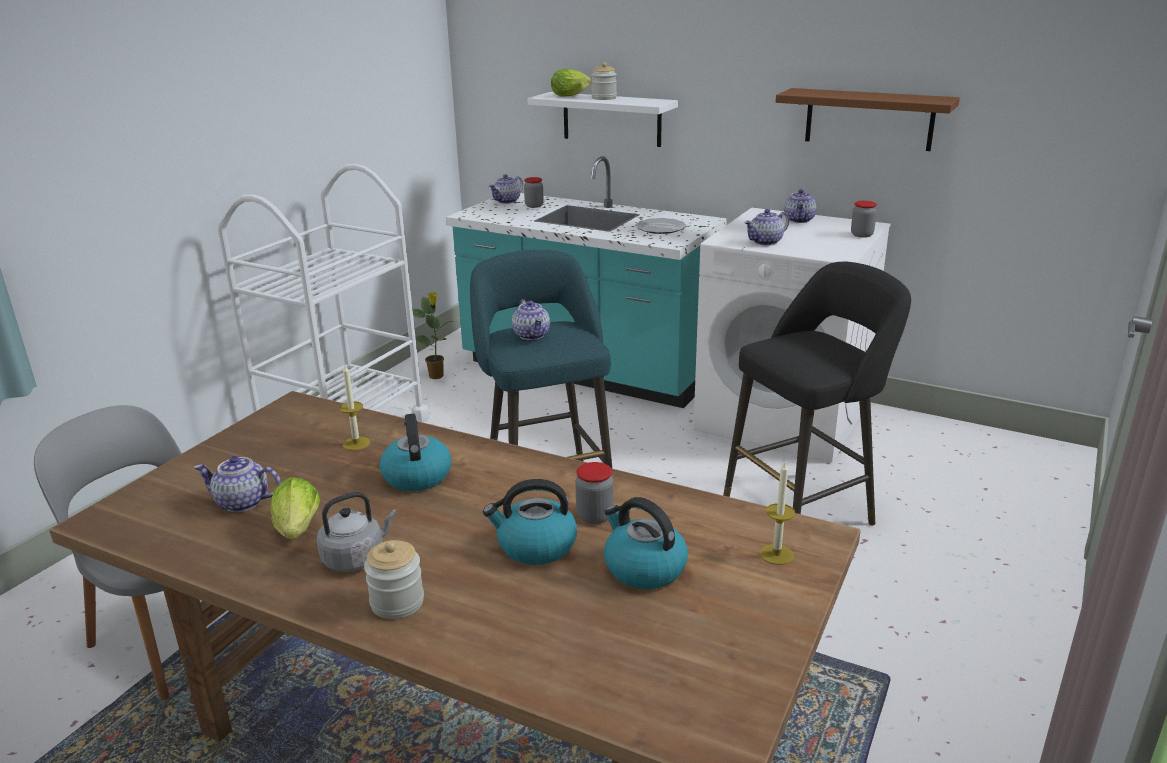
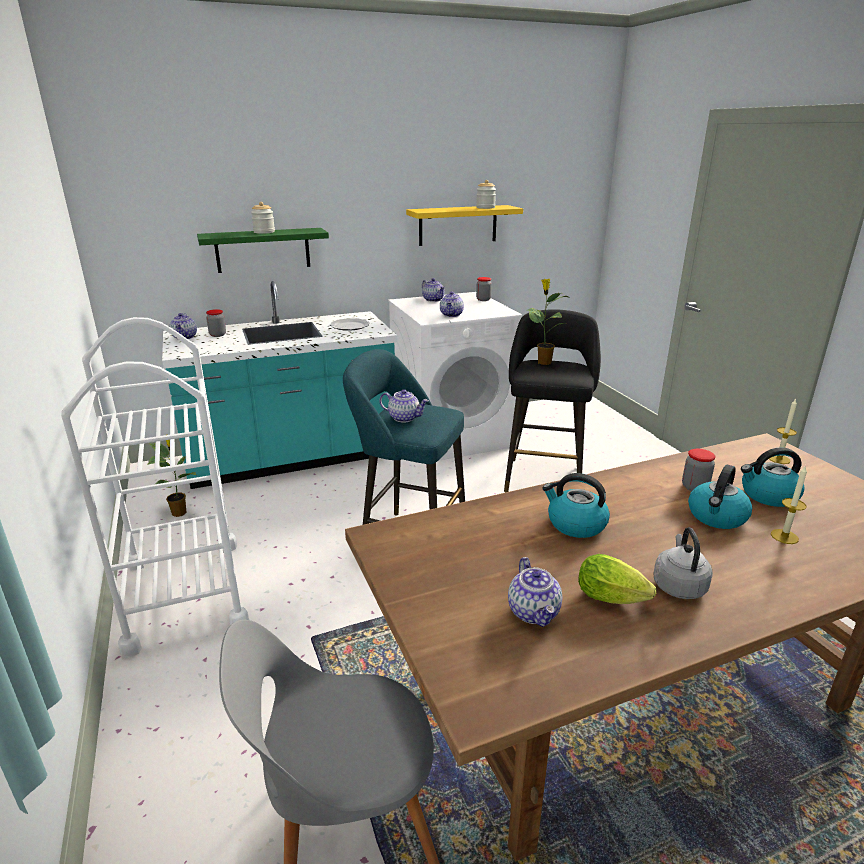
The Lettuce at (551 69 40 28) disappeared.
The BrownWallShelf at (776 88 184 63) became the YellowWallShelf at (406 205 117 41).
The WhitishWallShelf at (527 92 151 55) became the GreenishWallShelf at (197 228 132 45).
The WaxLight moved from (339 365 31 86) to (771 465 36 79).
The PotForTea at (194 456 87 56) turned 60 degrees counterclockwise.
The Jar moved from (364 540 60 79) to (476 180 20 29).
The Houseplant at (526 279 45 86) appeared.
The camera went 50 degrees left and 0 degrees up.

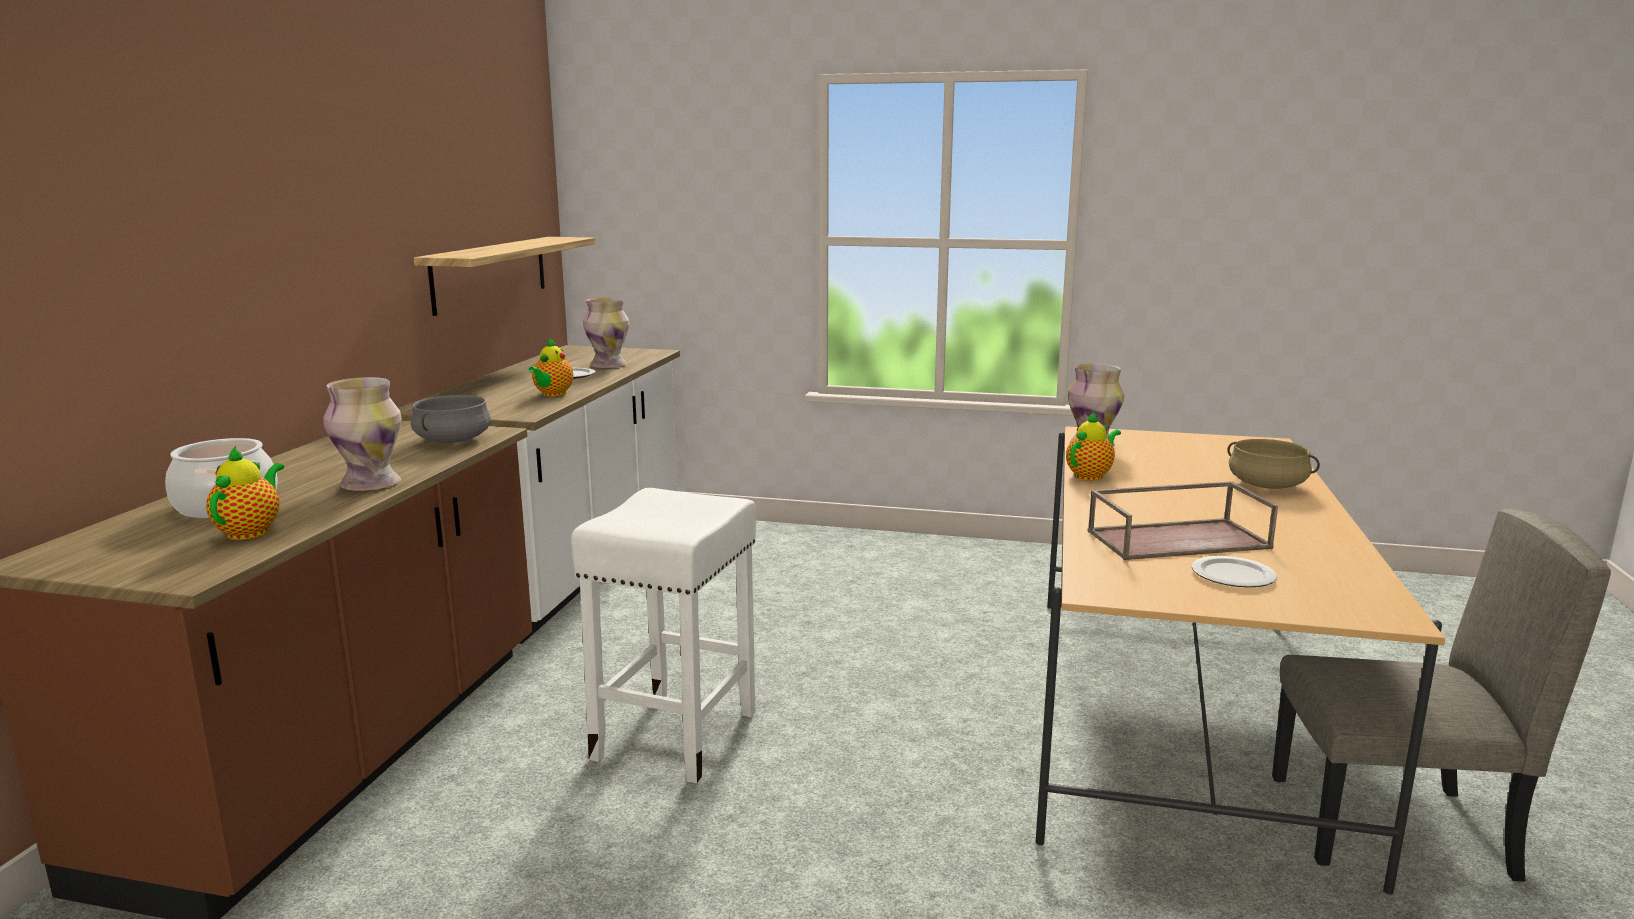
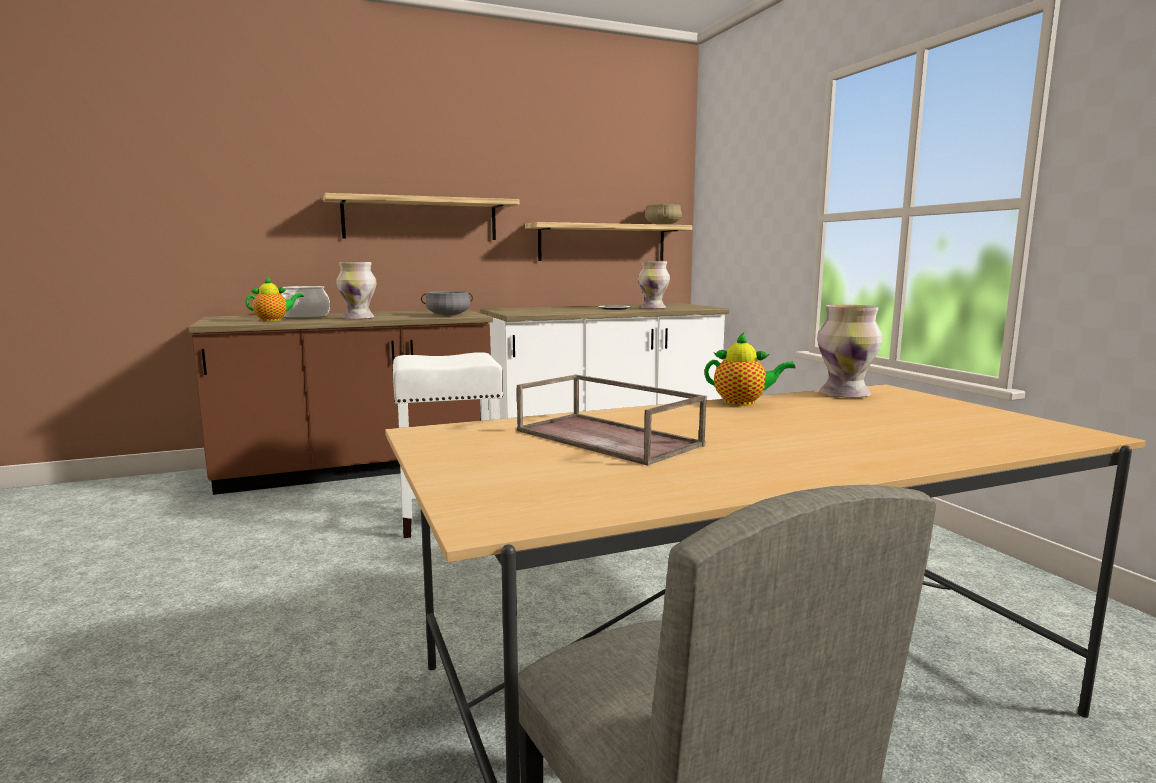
The PotForTea at (528 338 45 59) disappeared.
The BeigeStockpot moved from (1227 439 93 50) to (645 204 37 21).
The DinnerPlate at (1192 556 85 31) disappeared.
The WallShelf at (323 193 196 47) appeared.
The camera went 55 degrees right and 5 degrees down.

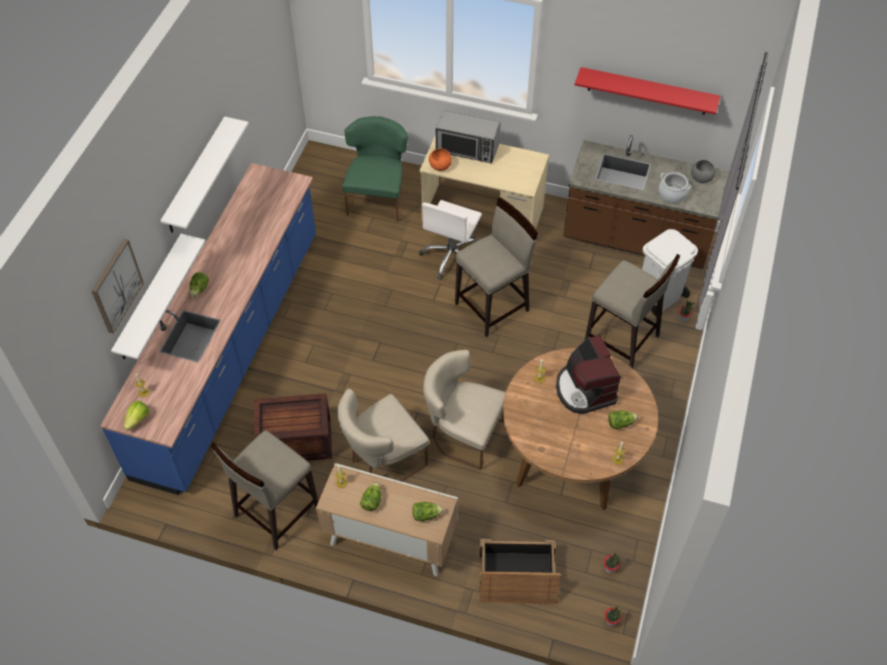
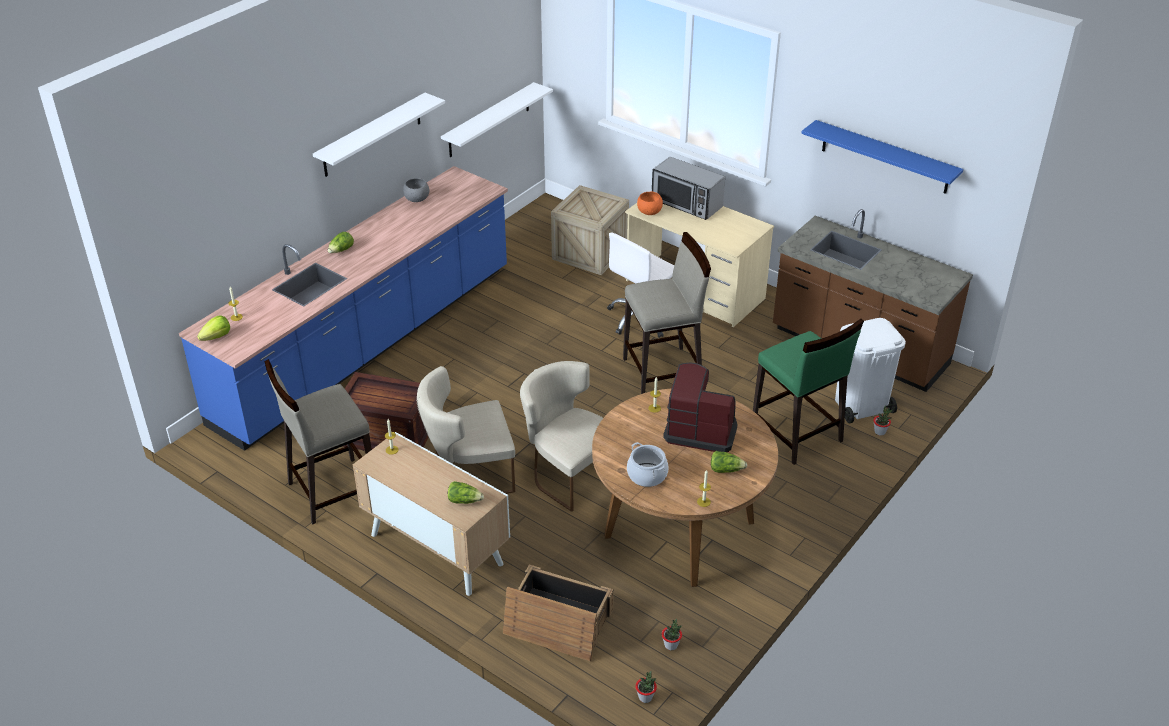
The RedWallShelf at (575 67 145 48) became the BluishWallShelf at (801 120 162 74).
The GreenishUprightChair at (342 116 66 106) was replaced by the PackingCrate at (551 185 78 90).
The GreyishServingBowl moved from (691 160 24 23) to (403 178 26 24).
The Stockpot moved from (659 172 32 31) to (627 442 41 45).
The WhitishWallShelf moved from (111 234 95 125) to (441 82 112 75).
The WallPicture at (91 239 53 95) disappeared.
The BeigeStool at (585 254 95 114) became the GreenishStool at (753 319 111 146).
The CoffeeMachine at (556 335 65 79) turned 105 degrees clockwise.
The Lettuce at (360 482 22 29) disappeared.
The camera went 20 degrees right and 15 degrees down.

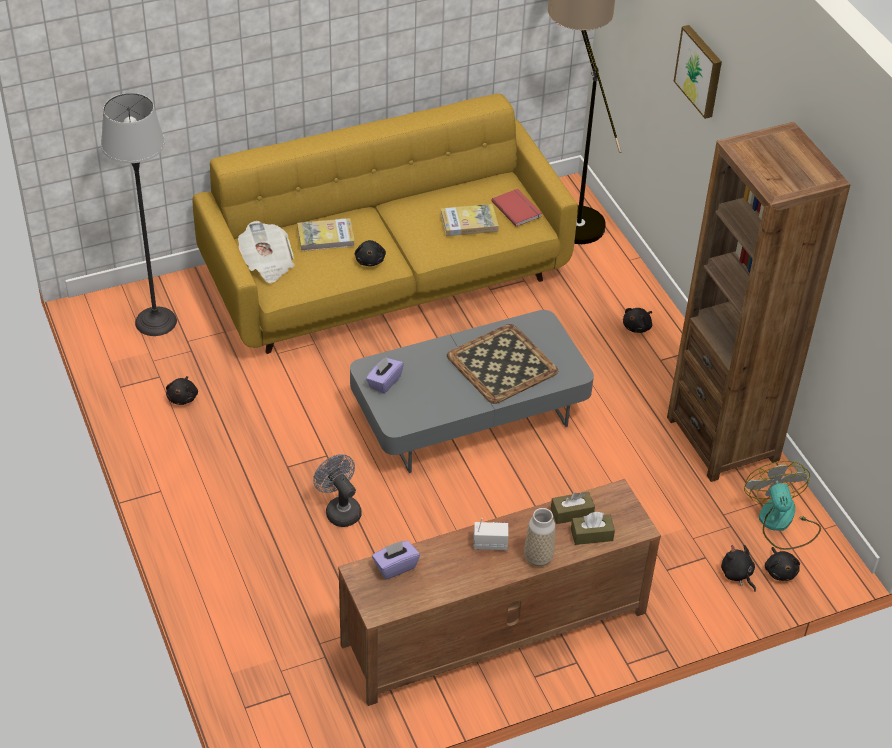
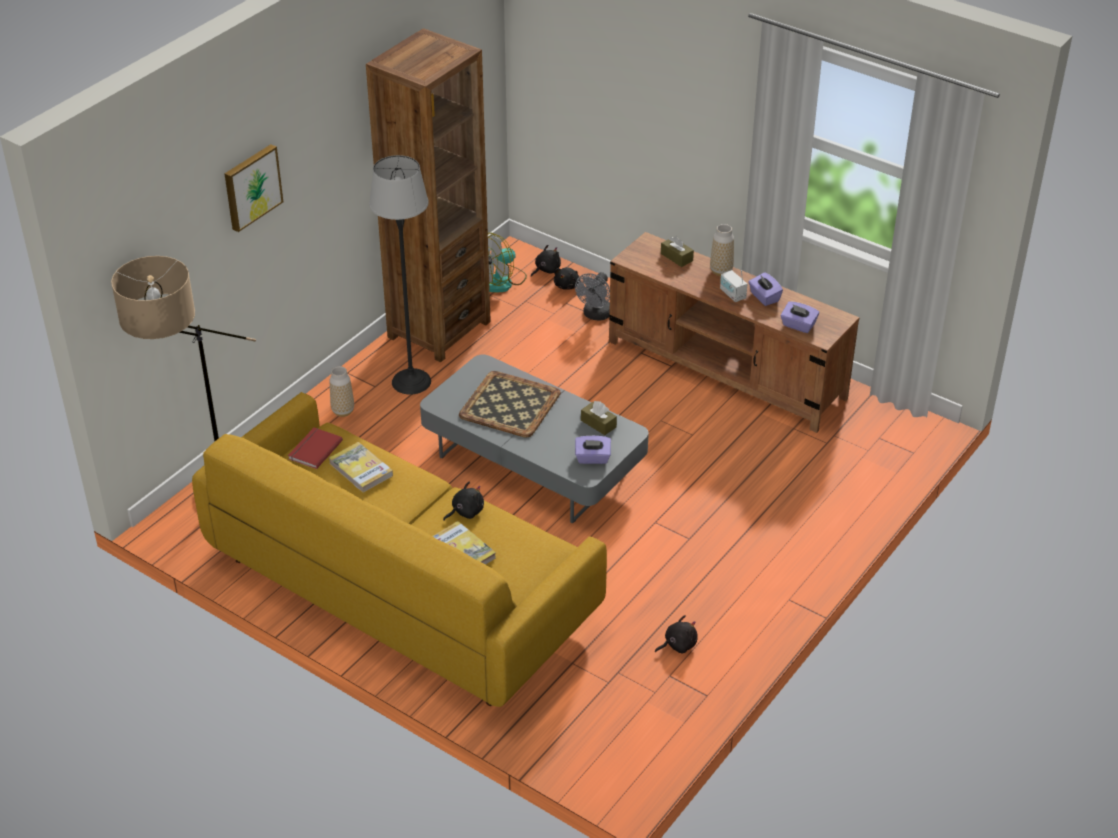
The StandingLamp moved from (101 93 76 243) to (369 155 62 240).
The Newspaper at (238 221 57 62) disappeared.
The BlackSoftToy at (623 308 29 25) was replaced by the Vase at (330 366 24 51).
The GreyishCoolingFan moved from (313 454 49 73) to (575 272 35 49).
The BrownTissueHolder moved from (551 491 44 33) to (581 401 36 34).
The PurpleColouredTissueHolder at (749 272 34 34) appeared.
The camera went 120 degrees left and 5 degrees down.

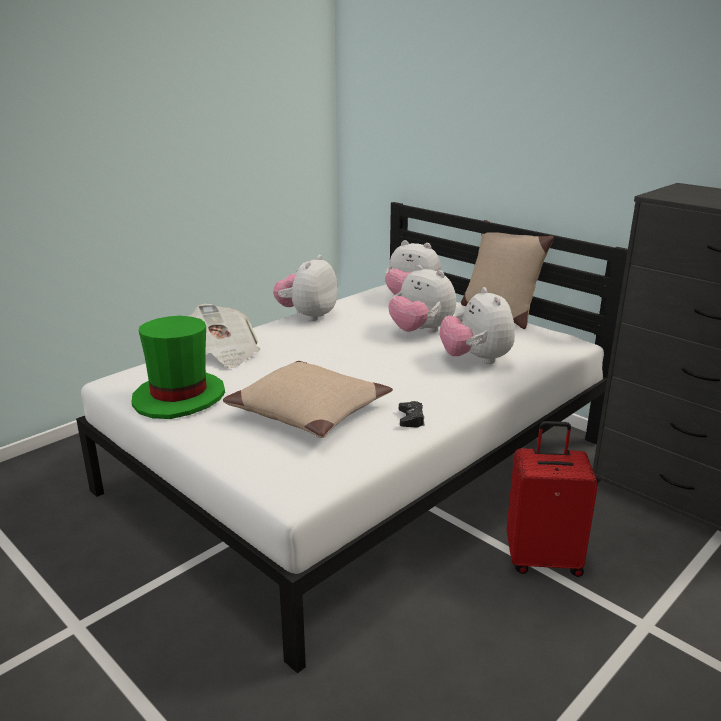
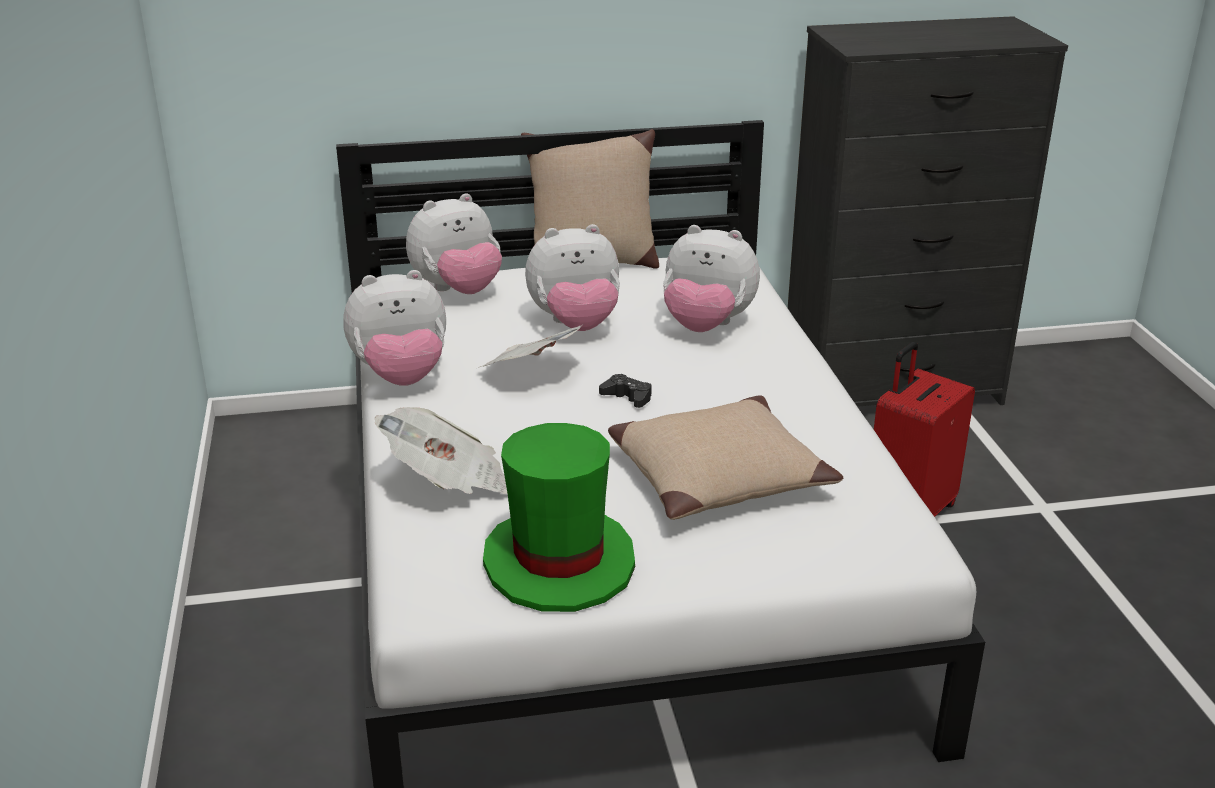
The SoftToy at (273 255 65 66) turned 75 degrees counterclockwise.
The BlackGameController moved from (399 401 26 26) to (599 374 53 34).
The Newspaper at (478 325 104 43) appeared.
The camera went 55 degrees left and 5 degrees up.

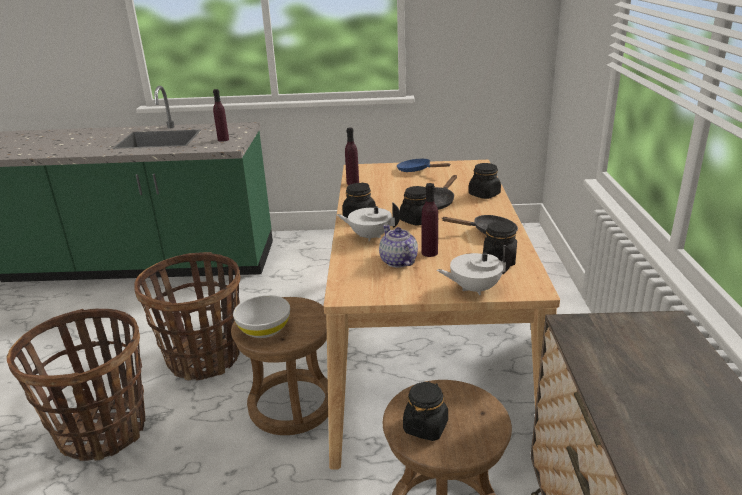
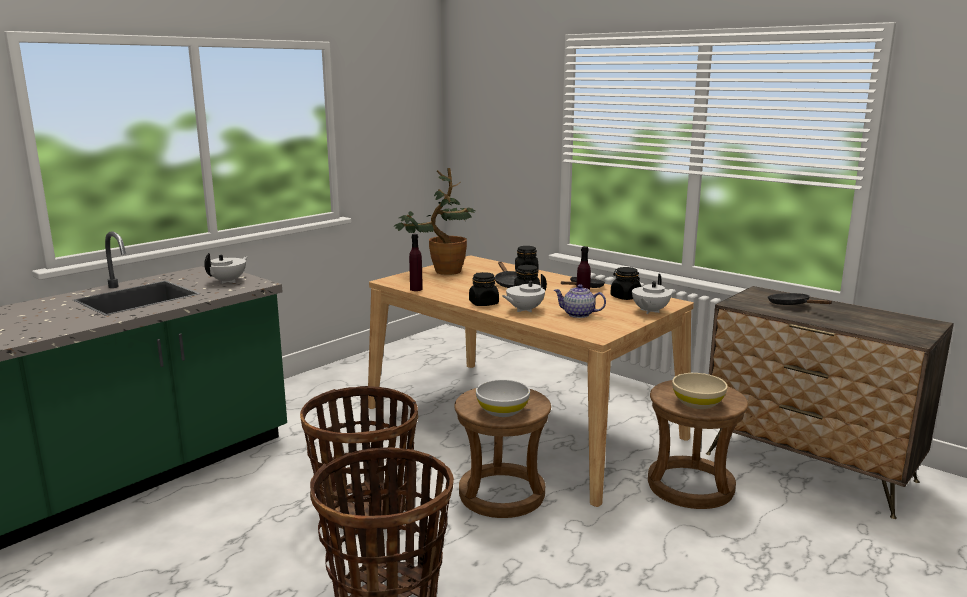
The PurpleColouredDrinkBottle at (213 89 16 53) was replaced by the WhitishPotForTea at (204 253 44 31).
The BluishFryingPan at (397 158 54 14) was replaced by the Houseplant at (395 168 81 107).
The BlackJar at (403 381 45 60) was replaced by the BeigeServingBowl at (672 373 56 36).
The BlackFryingPan at (768 293 64 12) appeared.
The camera went 50 degrees left and 10 degrees down.

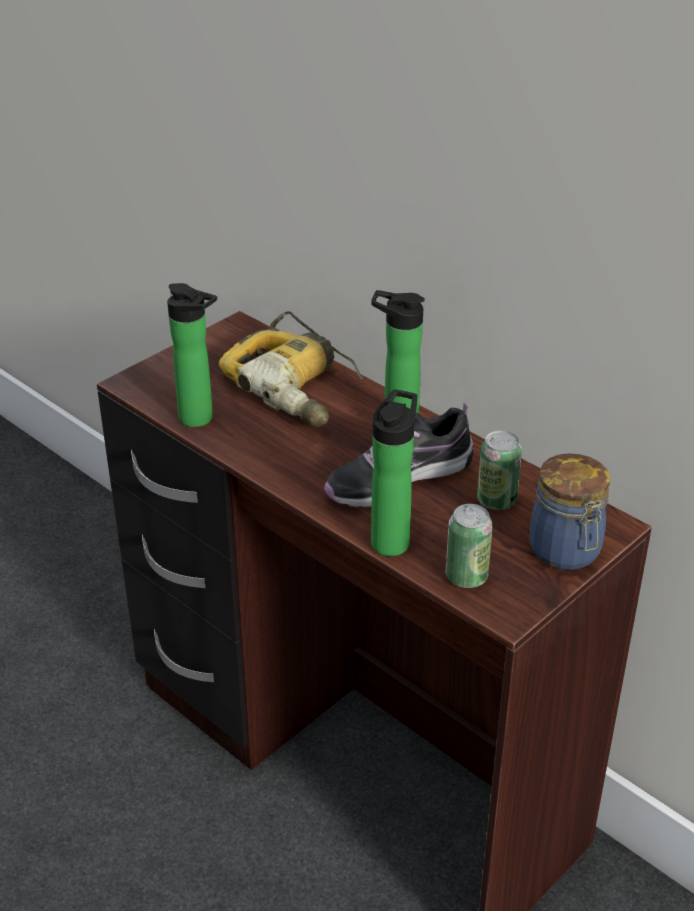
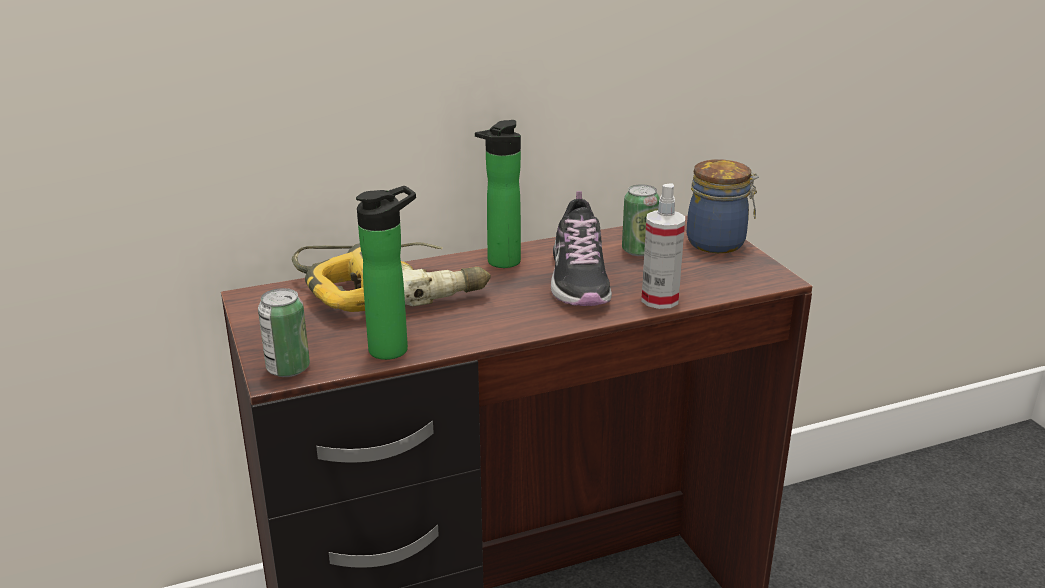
The DrinkBottle at (371 389 46 167) was replaced by the Sprayer at (641 183 44 126).
The Can moved from (446 504 47 84) to (258 288 52 89).
The camera went 65 degrees left and 10 degrees down.

